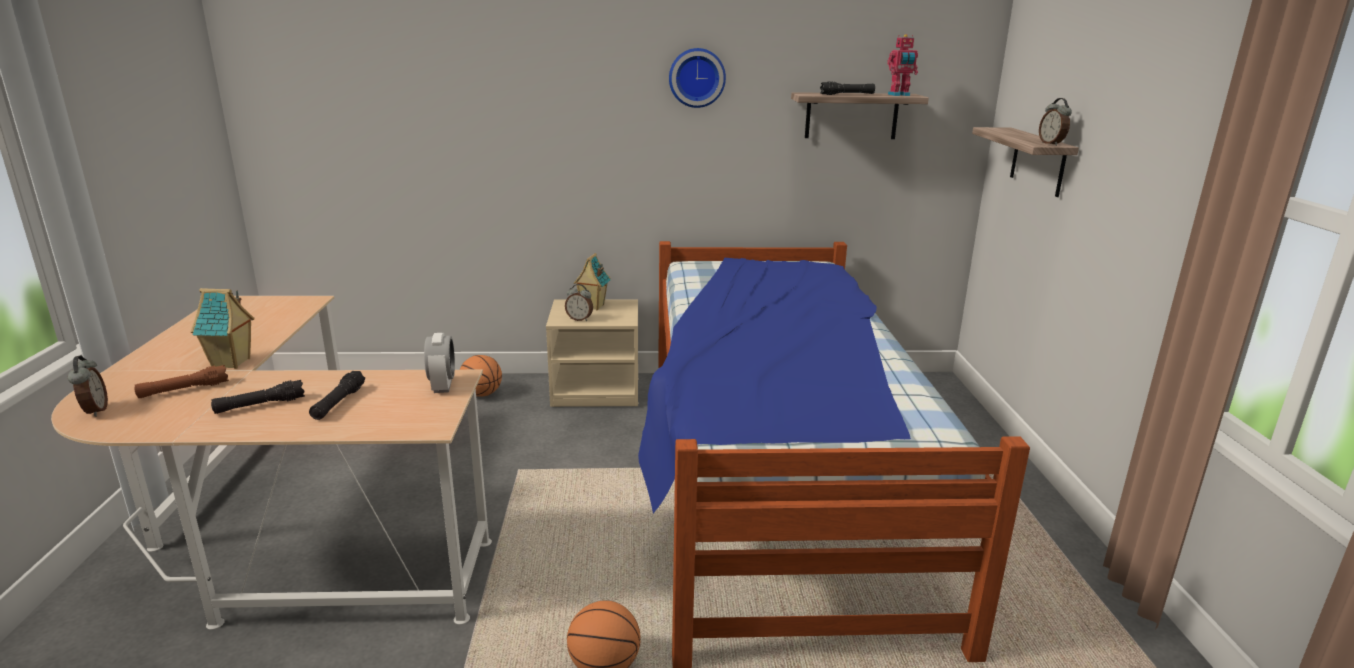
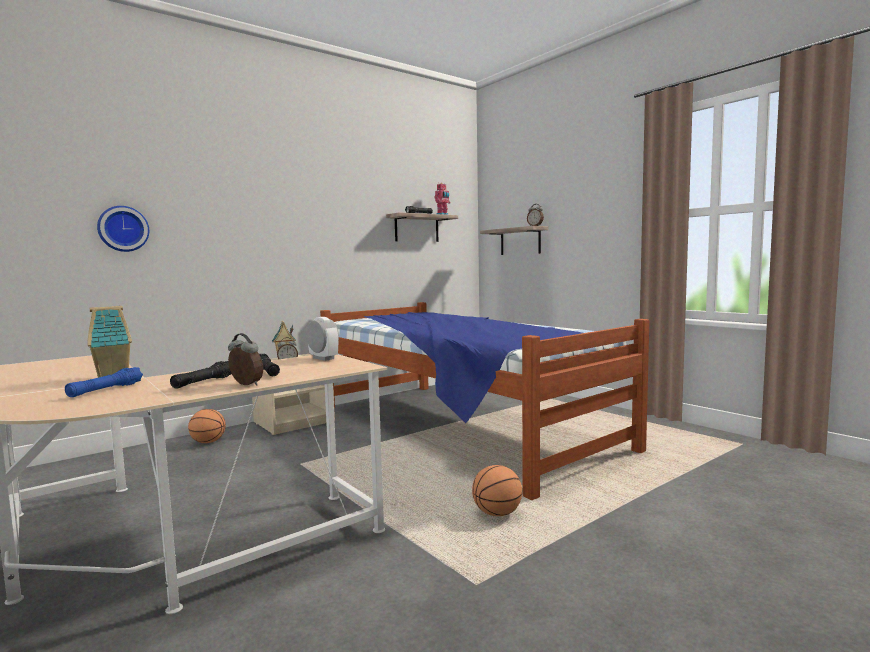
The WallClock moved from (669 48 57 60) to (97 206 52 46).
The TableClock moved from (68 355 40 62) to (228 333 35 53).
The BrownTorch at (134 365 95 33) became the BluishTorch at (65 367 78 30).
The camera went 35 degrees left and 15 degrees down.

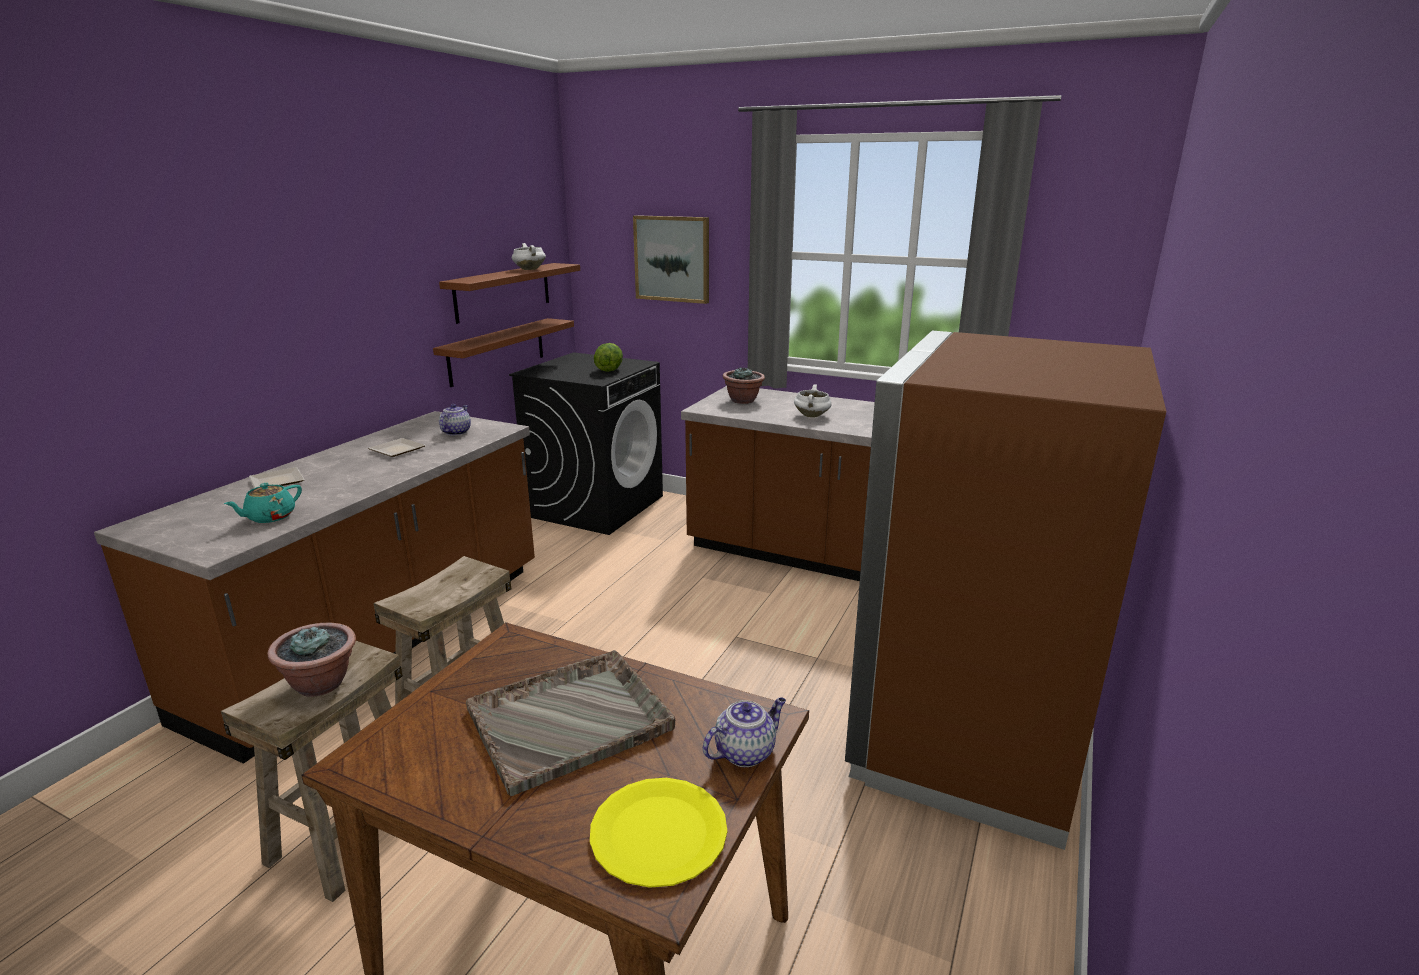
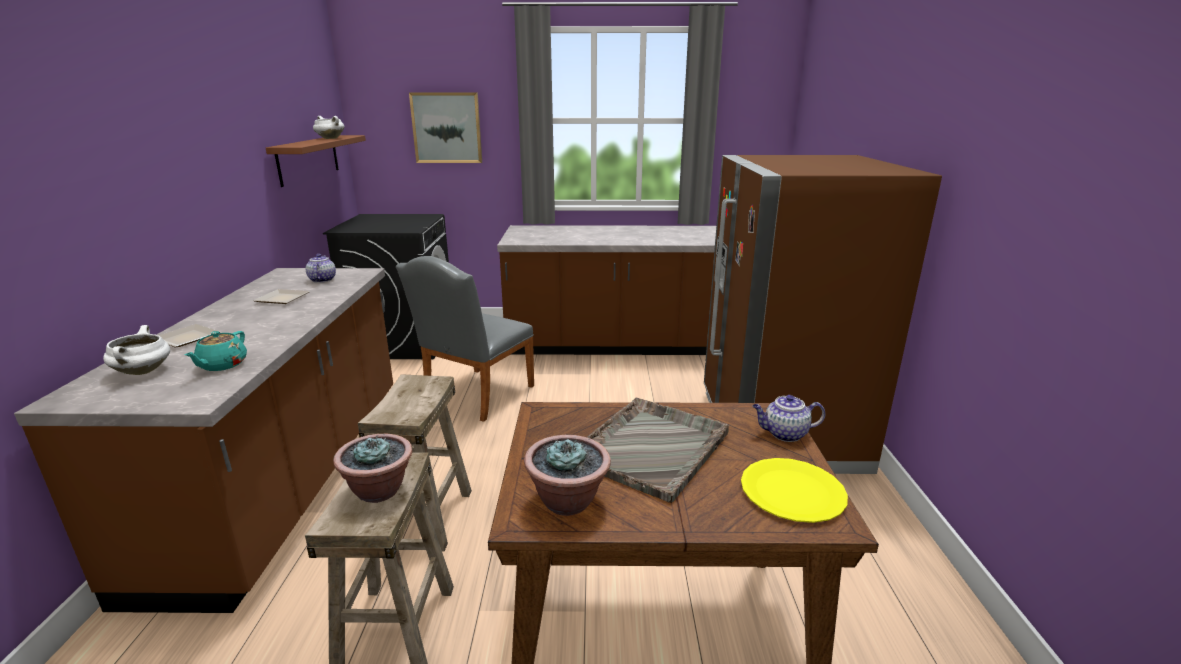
The BrownWallShelf at (433 318 141 69) disappeared.
The Lettuce at (594 343 29 29) disappeared.
The Houseplant moved from (723 368 42 36) to (524 435 87 81).
The WhitishStockpot moved from (794 384 37 34) to (103 325 67 50).
The PotForTea at (703 697 83 70) turned 120 degrees counterclockwise.
The GreyishUprightChair at (396 256 138 166) appeared.
The camera went 25 degrees left and 0 degrees up.

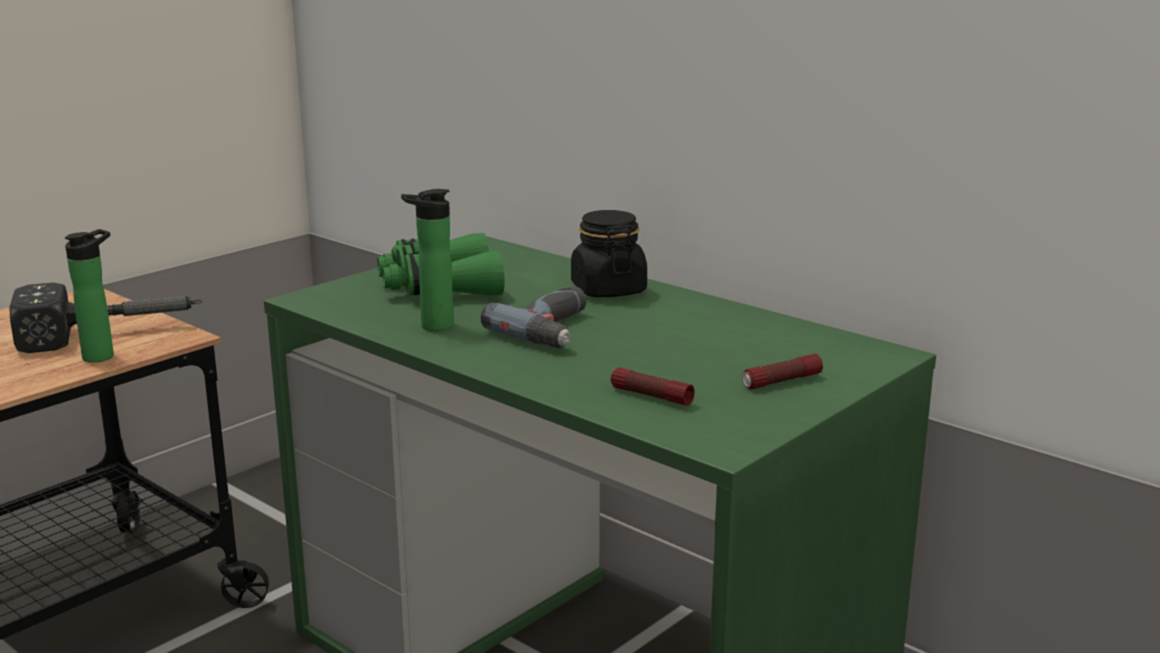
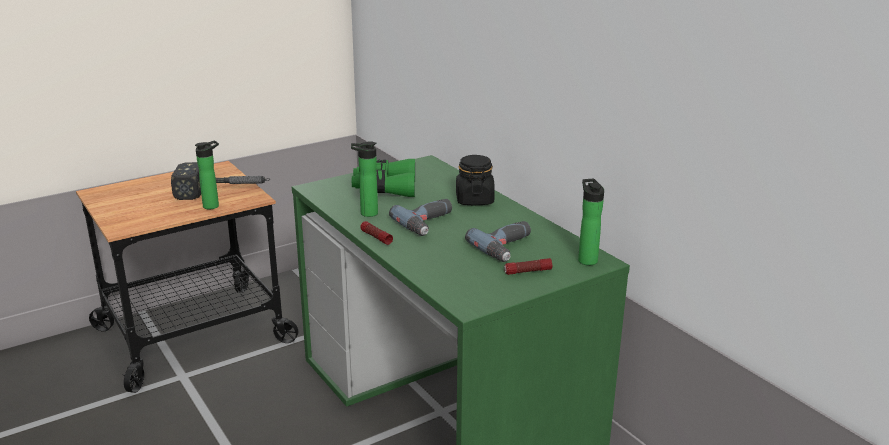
The Torch moved from (611 367 84 39) to (360 221 33 24).
The DrinkBottle at (578 179 26 87) appeared.
The ElectricDrill at (465 221 66 41) appeared.
The camera went 15 degrees right and 5 degrees up.

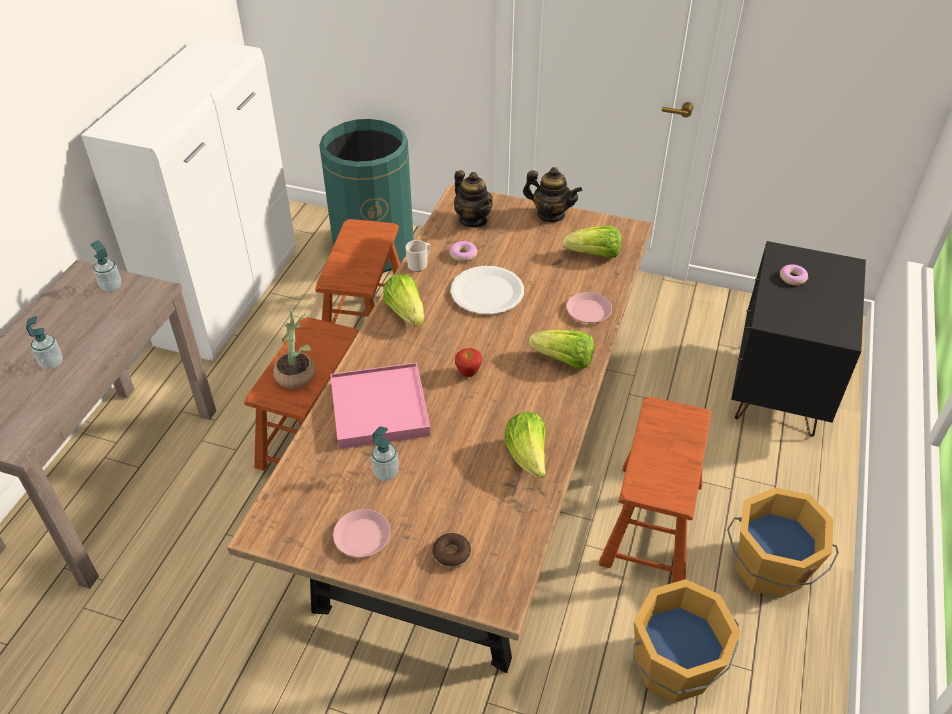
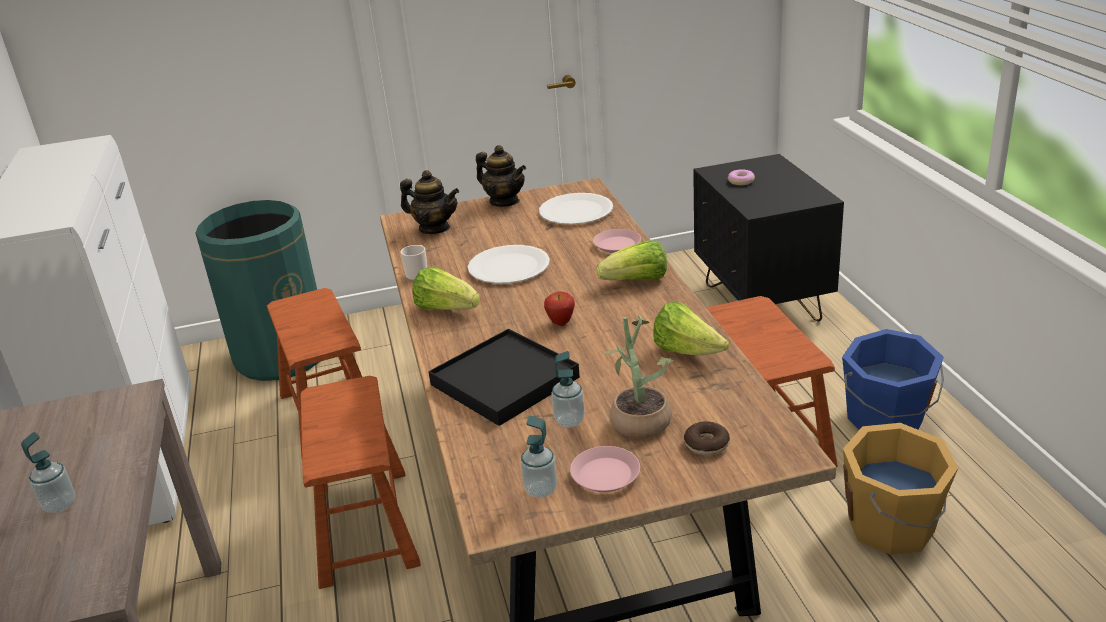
The PotForTea at (523 167 59 55) turned 45 degrees clockwise.
The Lettuce at (562 226 59 32) was replaced by the WhitishDinnerPlate at (539 193 74 31).
The LiquidSoapBottle moved from (91 240 30 52) to (521 416 36 82).
The RingDoughnut at (449 241 28 21) disappeared.
The Houseplant moved from (273 310 43 79) to (604 315 70 123).
The PinkishTray at (330 363 101 86) became the BlackTray at (428 329 152 97).
The OrangeyBucket at (727 488 112 110) became the BluishBucket at (842 329 102 101).
The camera went 30 degrees left and 15 degrees down.

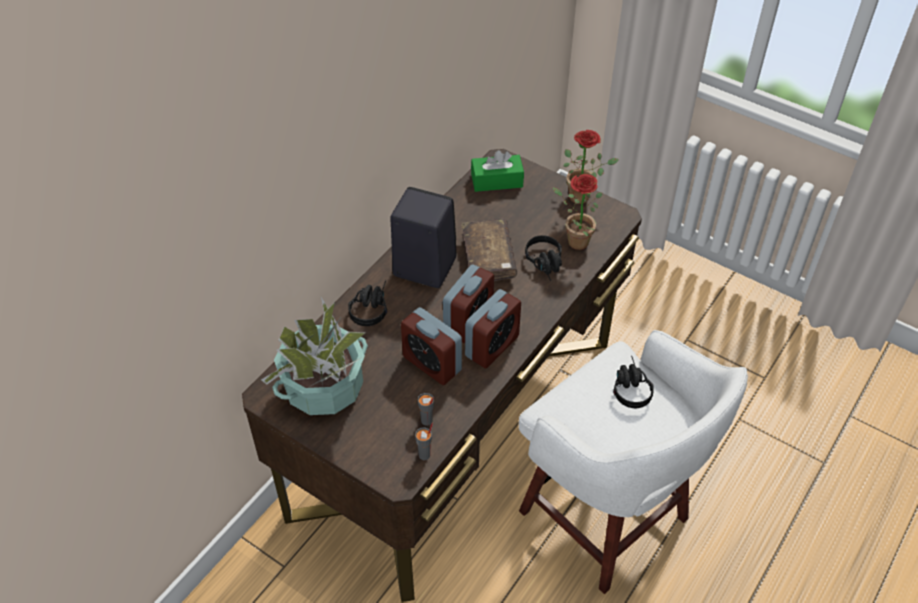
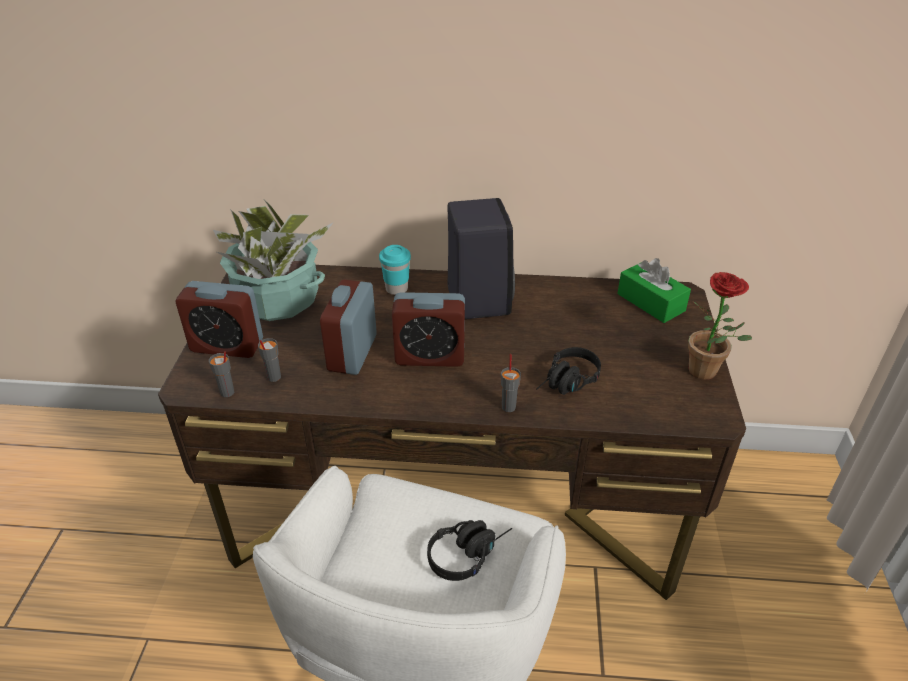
The Houseplant at (553 174 50 76) disappeared.
The BrownBoundBook at (461 219 56 62) disappeared.
The BlackPairOfHeadphones at (348 280 39 46) was replaced by the BlueGreenDrinkingCup at (379 245 32 50).
The TableClock moved from (465 289 56 79) to (176 281 87 77).
The GreyishDrinkingCup at (501 354 20 58) appeared.
The camera went 60 degrees right and 10 degrees down.

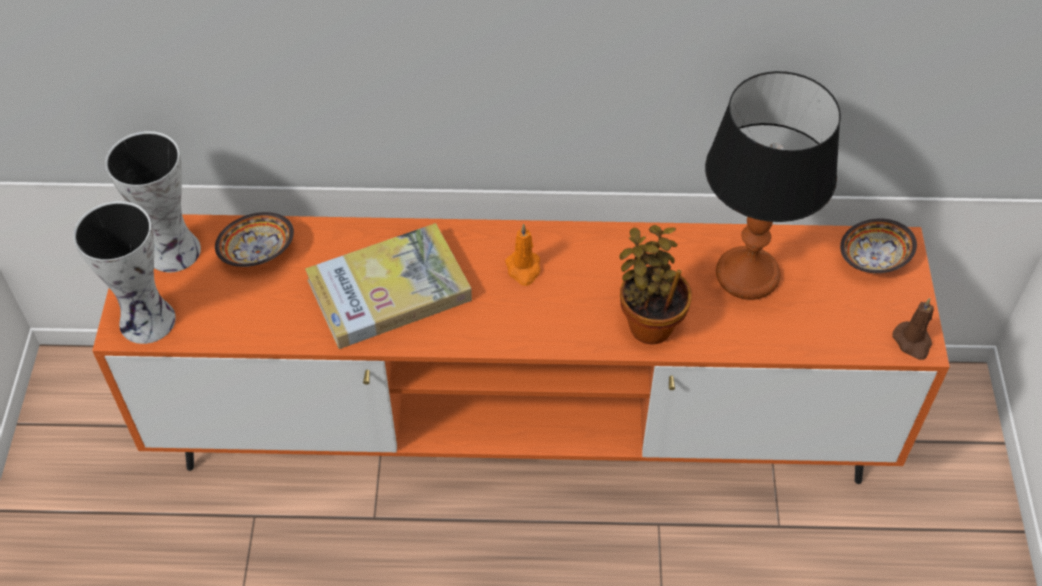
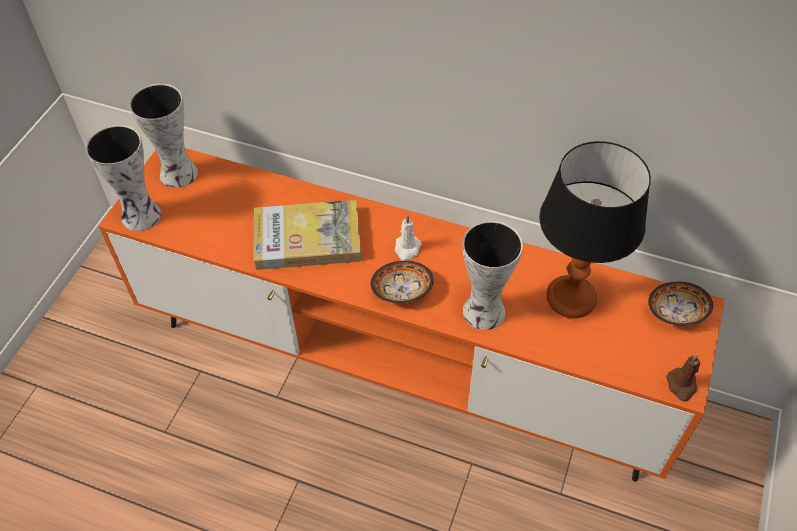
The ServingBowl moved from (215 212 79 55) to (370 261 64 42).
The OrangeyWaxLight at (505 224 36 62) became the WhitishWaxLight at (395 215 27 46).
The Houseplant at (619 225 73 119) was replaced by the Vase at (462 221 61 109).
The camera went 20 degrees right and 0 degrees up.

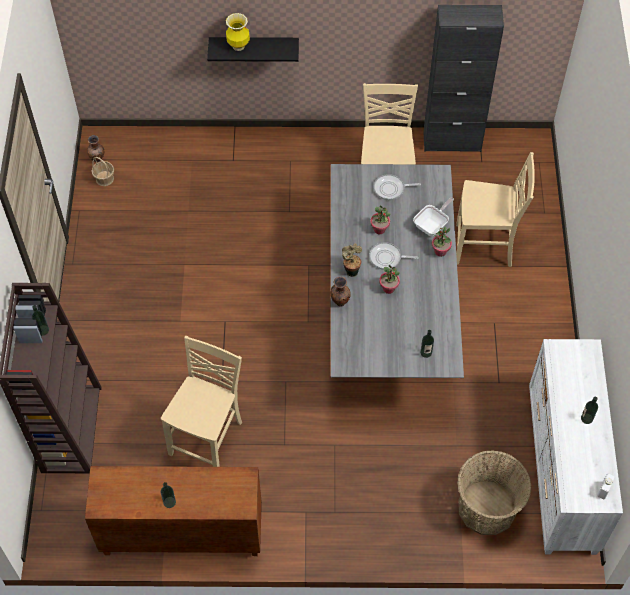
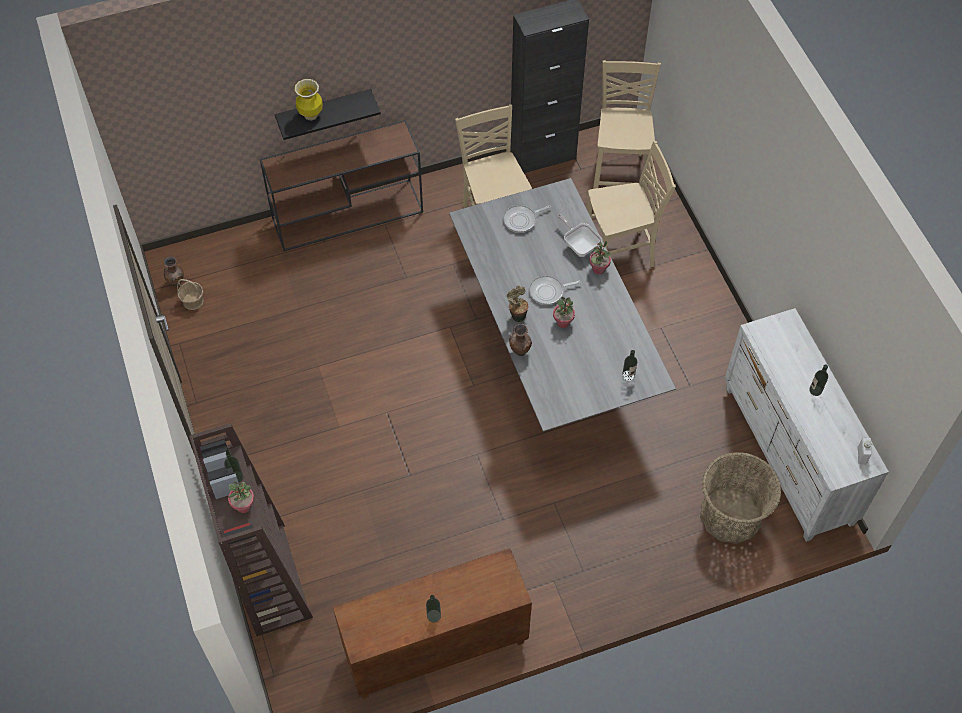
The FryingPan at (413 197 41 39) turned 60 degrees counterclockwise.
The Houseplant moved from (371 205 19 29) to (228 481 26 32).
The BeigeUprightChair moved from (161 336 81 131) to (593 60 68 133).
The BrownHallTable at (260 120 163 131) appeared.
The camera went 20 degrees left and 0 degrees up.

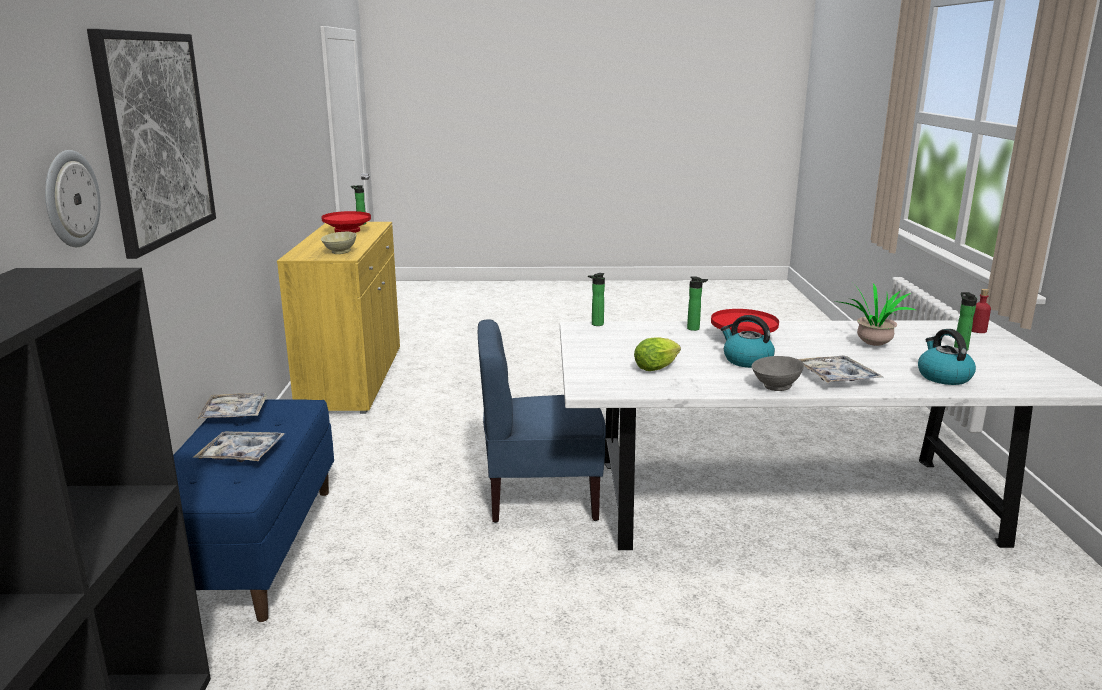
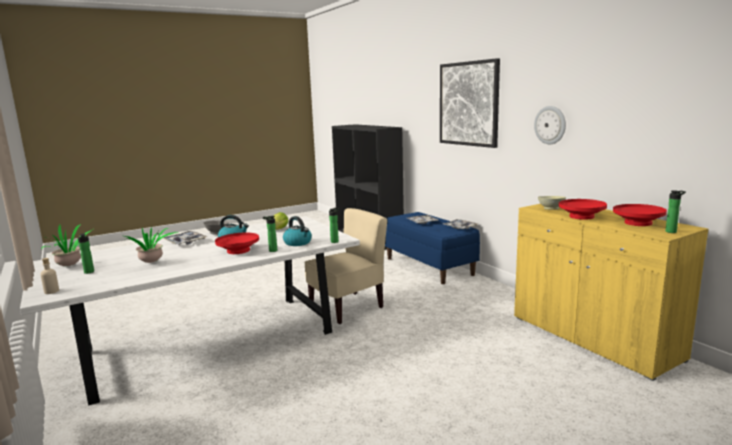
The WallClock moved from (45 150 55 97) to (534 106 32 38).
The RedDrinkBottle at (971 289 20 44) became the BeigeDrinkBottle at (40 258 19 36).
The BluishUprightChair at (478 319 128 204) became the BeigeUprightChair at (305 208 82 116).
The Kettle moved from (918 329 58 56) to (283 216 29 30).
The RedServingBowl at (559 199 48 21) appeared.
The Houseplant at (41 224 52 42) appeared.
The camera went 150 degrees right and 5 degrees down.

